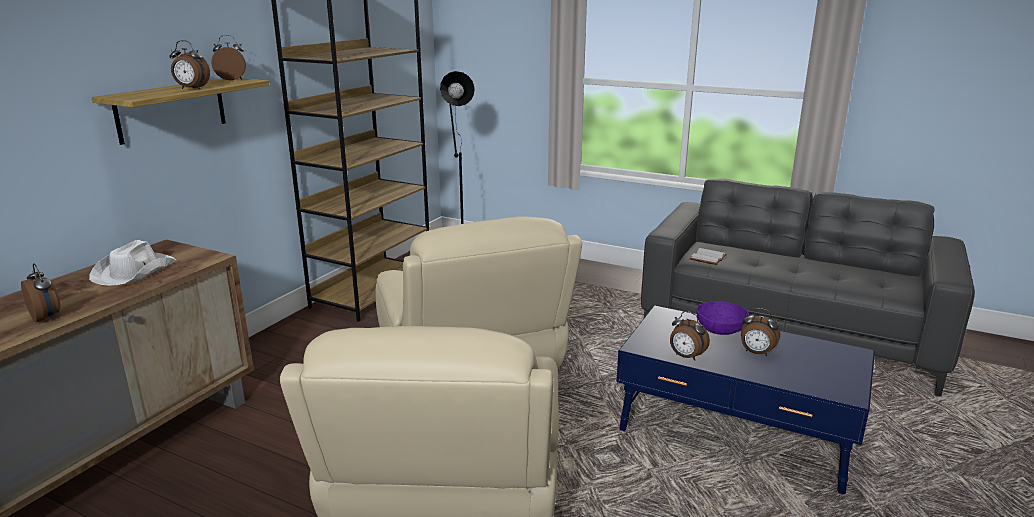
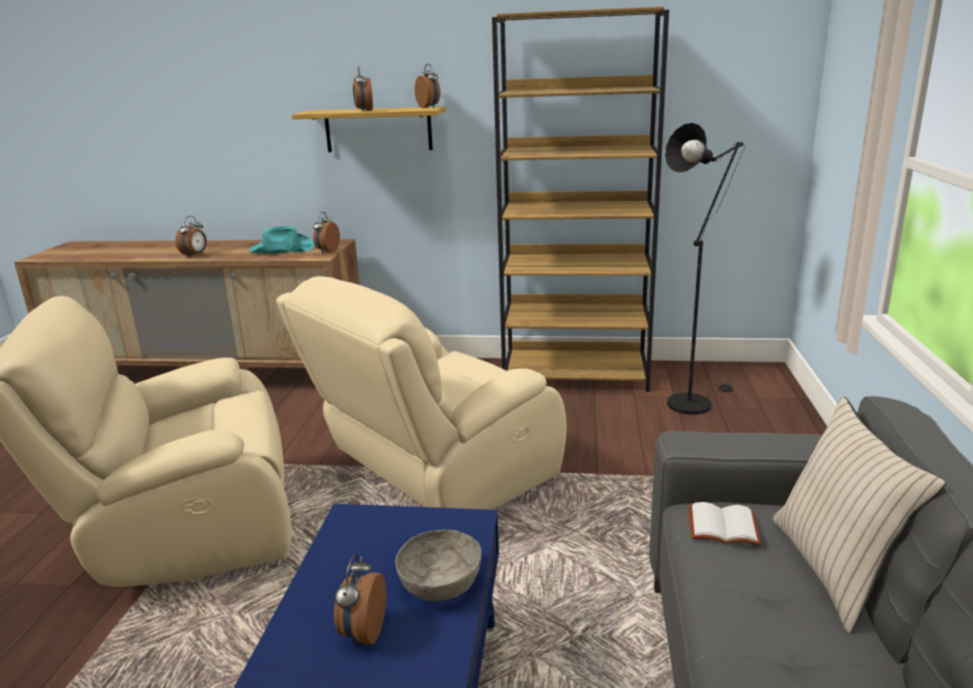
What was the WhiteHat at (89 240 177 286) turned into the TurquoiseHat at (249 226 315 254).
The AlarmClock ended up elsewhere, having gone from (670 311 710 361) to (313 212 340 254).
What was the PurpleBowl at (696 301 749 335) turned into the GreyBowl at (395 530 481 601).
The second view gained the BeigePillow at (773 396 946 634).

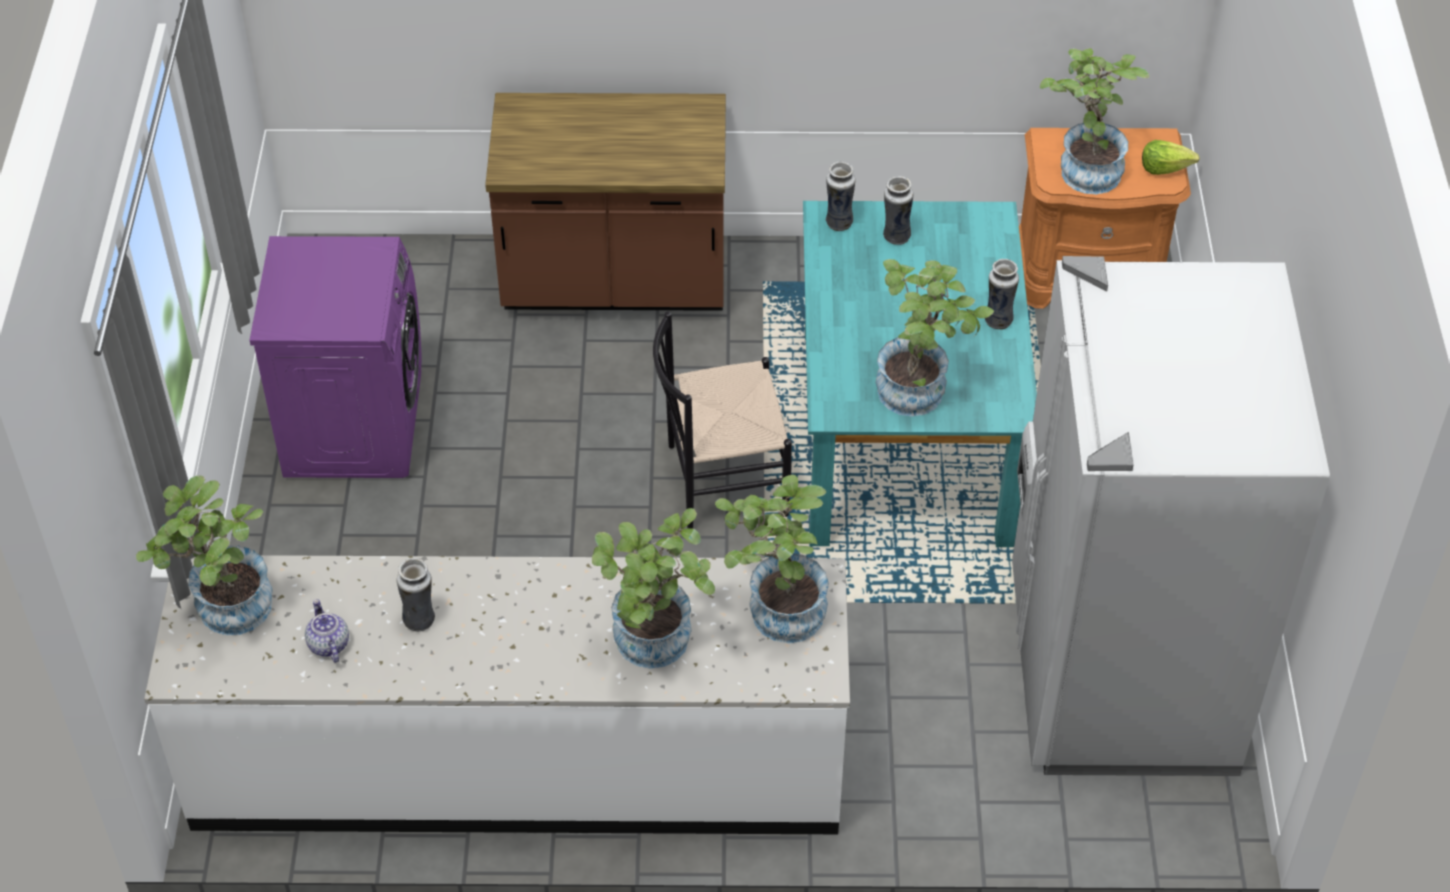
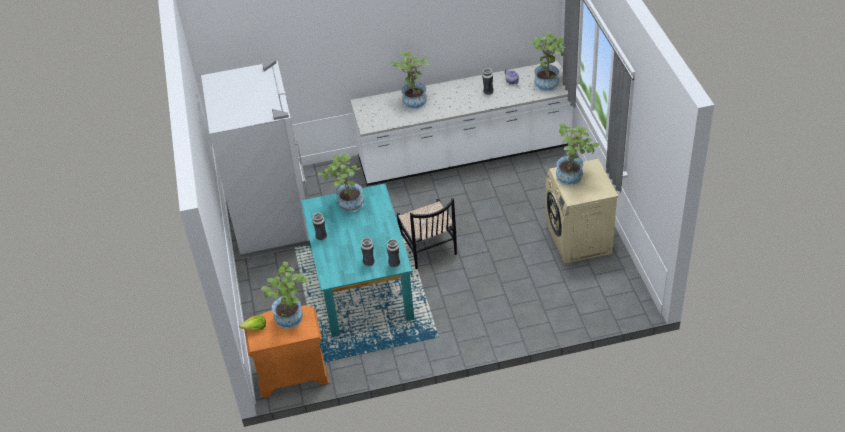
What was the PurpleWashingMachine at (249 236 421 478) turned into the BeigeWashingMachine at (545 159 618 263).
The second view lost the BrownCounter at (485 93 726 311).
The BlackChair at (653 311 792 529) ended up facing another way, 90 degrees clockwise from before.
The PottedPlant ended up elsewhere, having gone from (715 475 829 643) to (556 123 600 186).

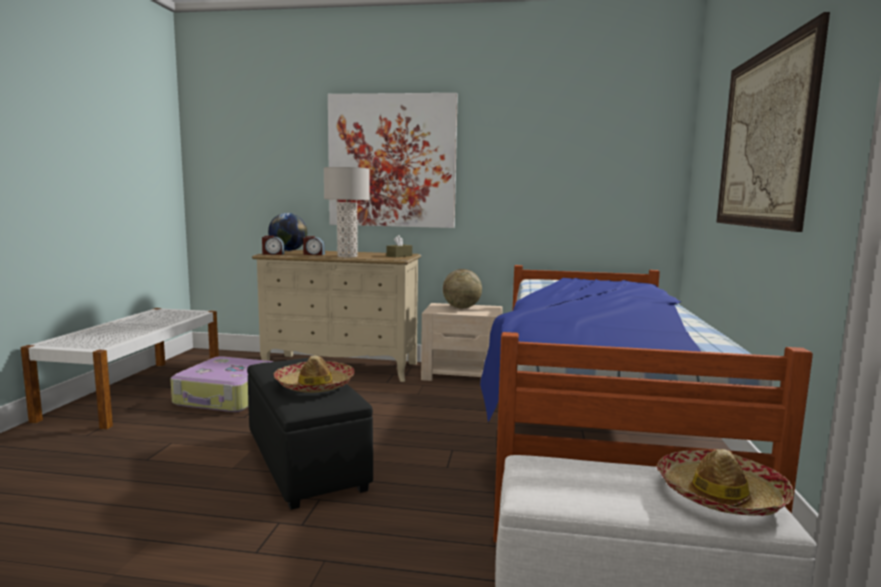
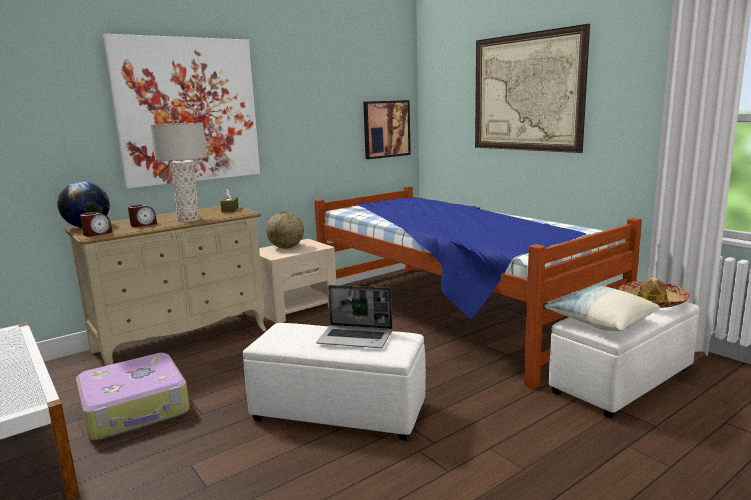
What was the BlackOttoman at (247 358 373 510) turned into the WhiteOttoman at (243 323 426 441).
Where the Hat stood at (274 356 355 393), the Laptop came to stand at (316 285 392 348).
The second view gained the Picture at (363 100 411 159).
The second view gained the Pillow at (544 286 660 331).

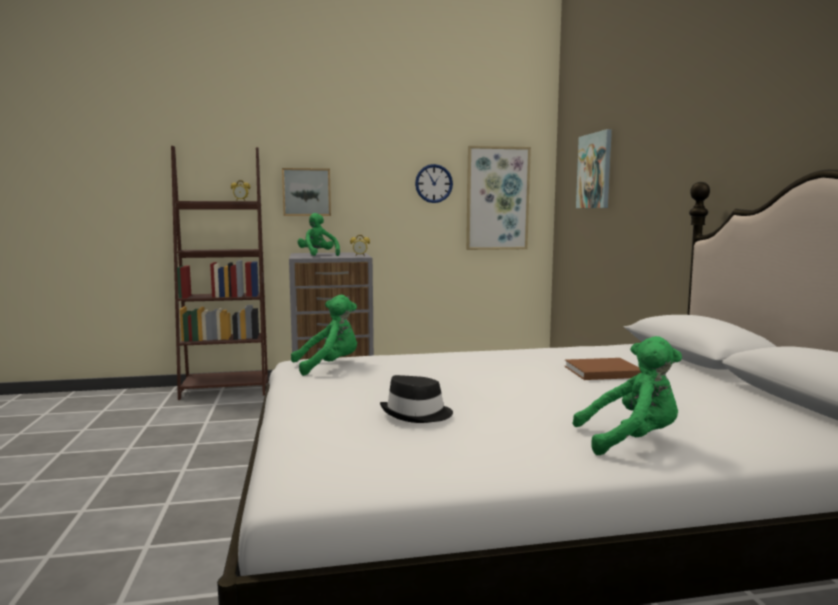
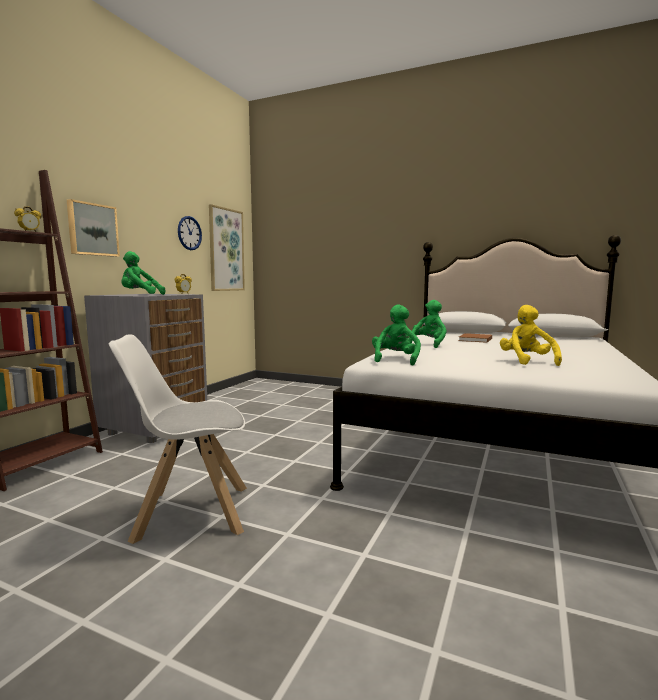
Where the BlackHat stood at (380 375 453 423), the YellowPlushToy came to stand at (500 305 562 366).
The GreenPlushToy ended up elsewhere, having gone from (572 336 682 455) to (409 300 447 348).
The second view lost the Picture at (576 129 612 208).
The second view gained the Chair at (109 334 247 544).

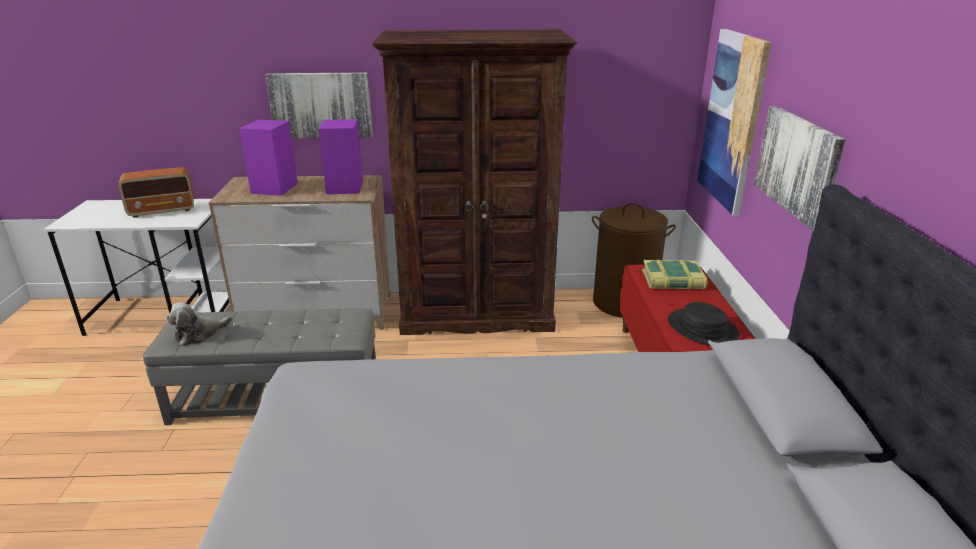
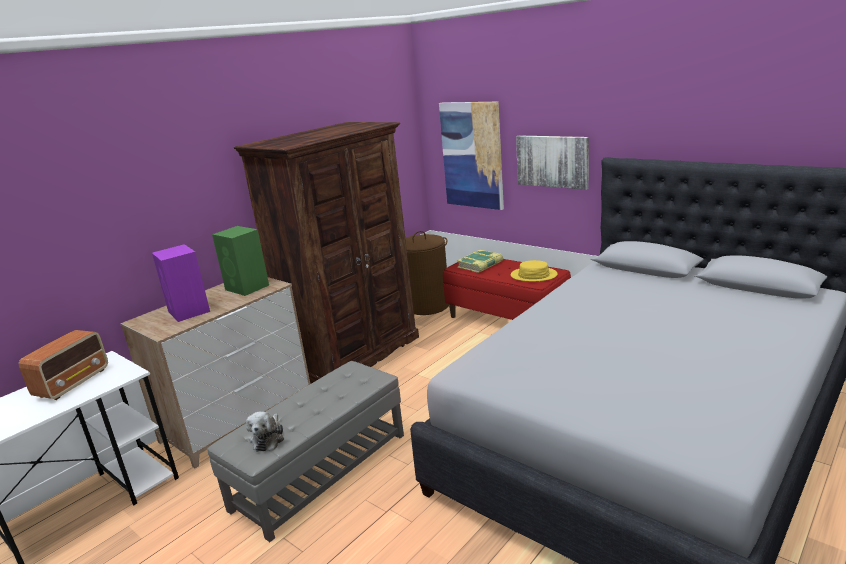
The second view lost the Picture at (265 73 373 138).
What was the PurpleSpeaker at (319 119 363 194) turned into the GreenSpeaker at (212 226 269 296).
What was the BlackHat at (668 302 740 345) turned into the YellowHat at (511 260 558 282).

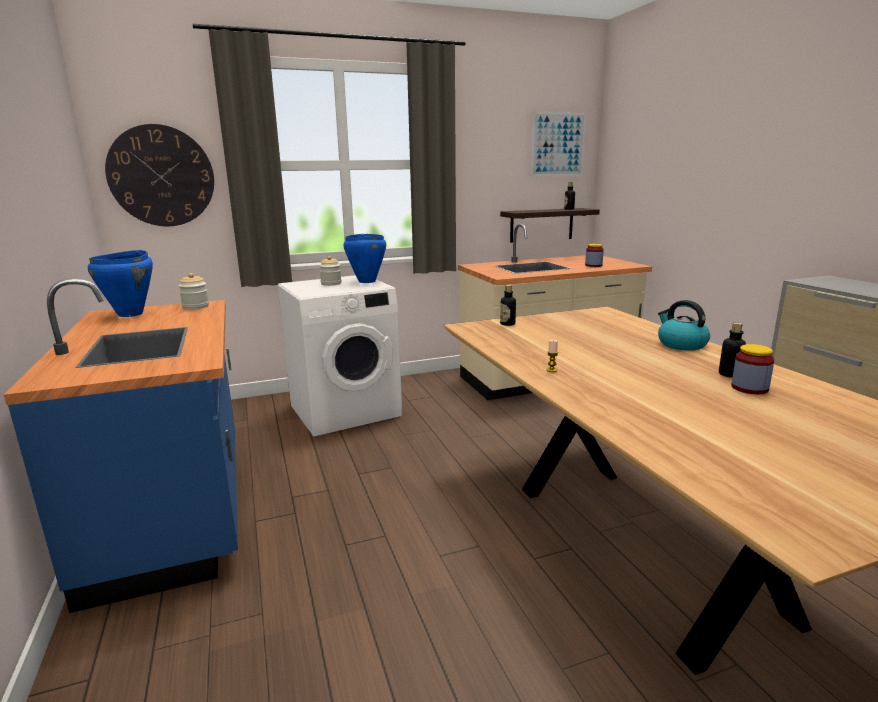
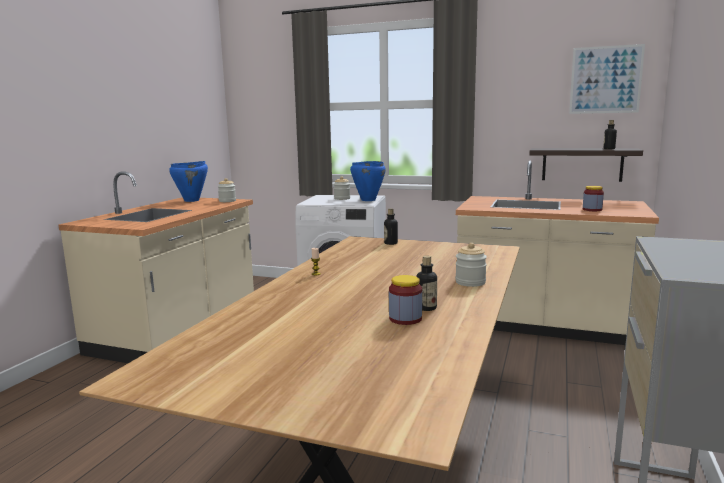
What was the BlueCounter at (4 279 238 613) turned into the BeigeCounter at (58 171 254 363).
The second view lost the WallClock at (105 124 214 226).
Where the Kettle stood at (658 300 710 351), the Jar came to stand at (455 243 487 287).

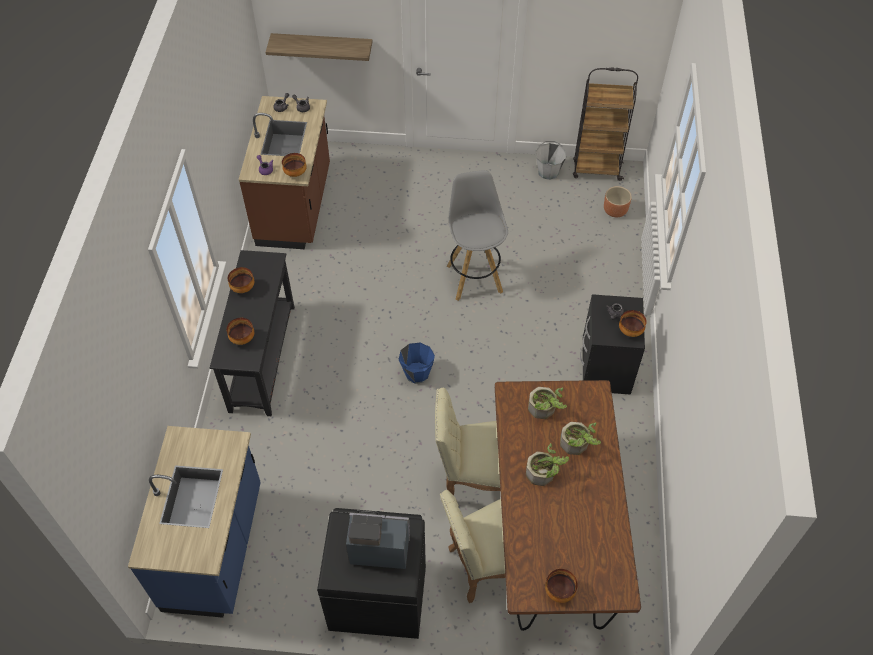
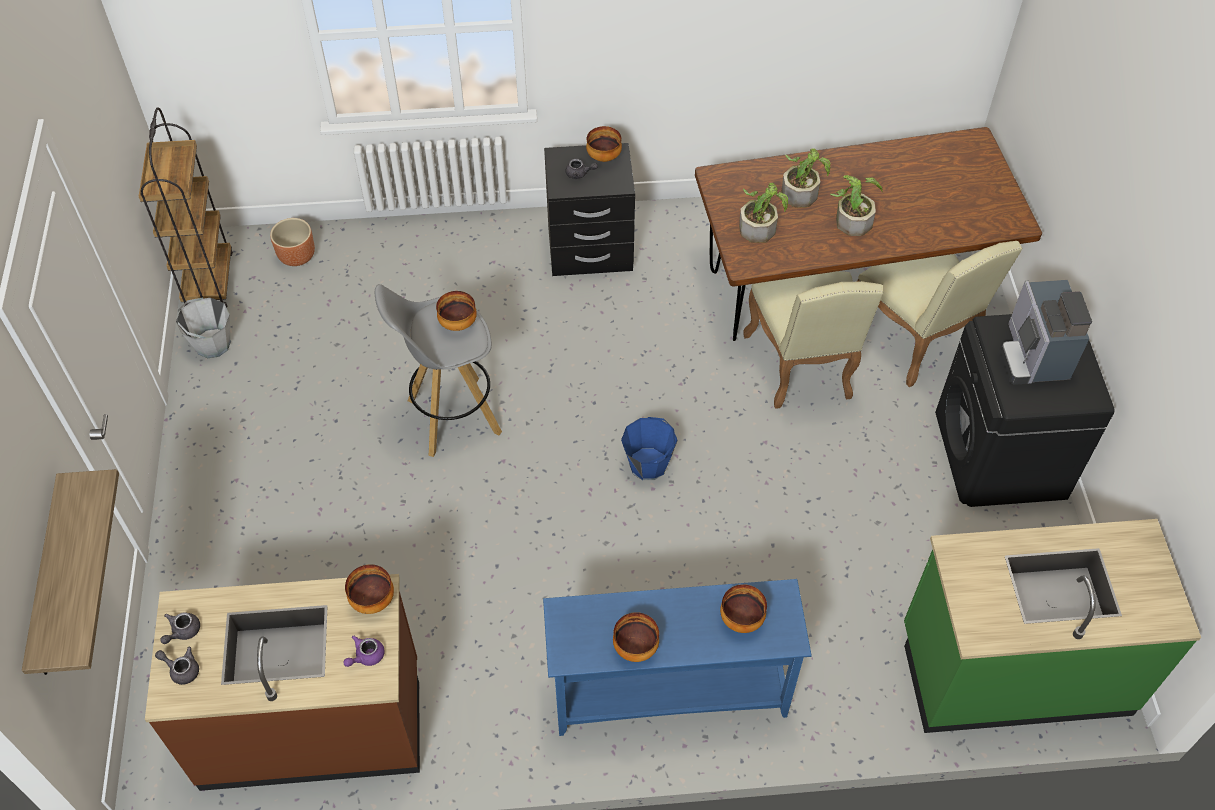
What was the BlueCounter at (128 426 261 618) turned into the GreenCounter at (904 519 1201 733).
What was the BlackConsoleTable at (210 250 295 416) turned into the BlueConsoleTable at (543 579 812 736).
The Bowl ended up elsewhere, having gone from (545 569 578 603) to (436 291 477 331).

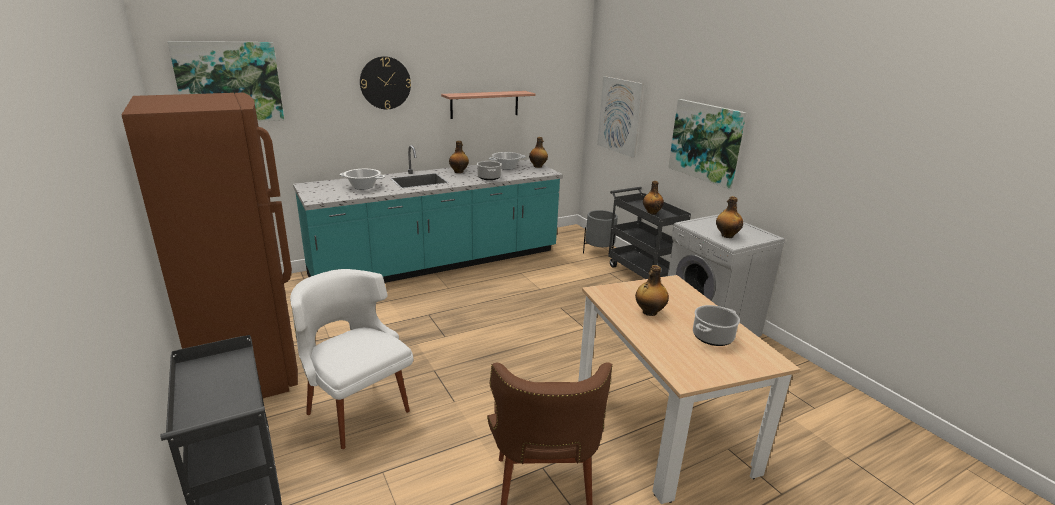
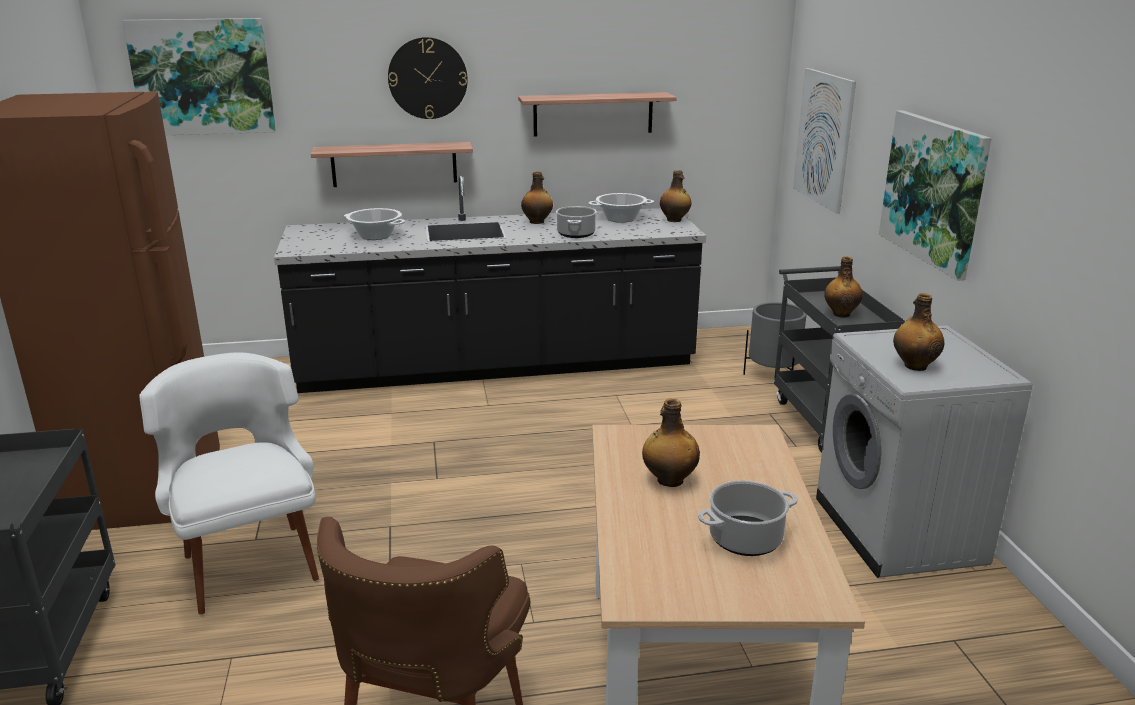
What was the TurquoiseCounter at (293 145 563 283) turned into the BlackCounter at (274 176 706 393).
The second view gained the Shelf at (311 142 473 187).

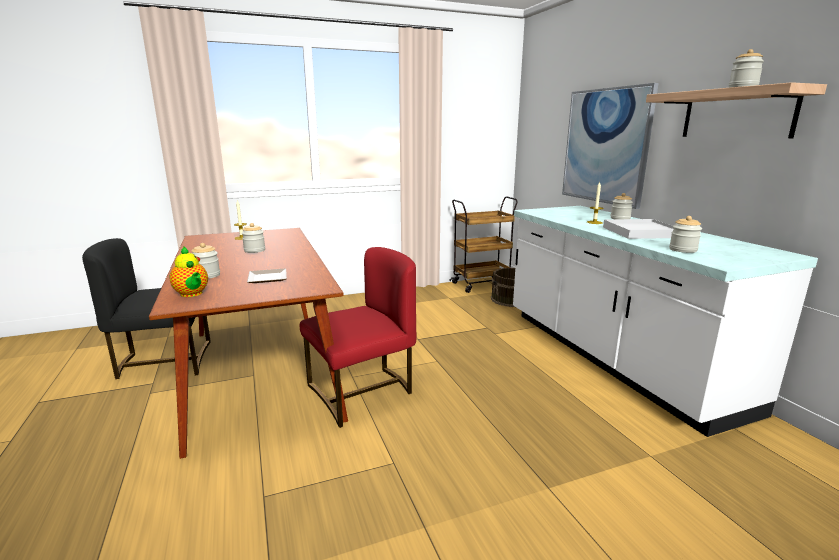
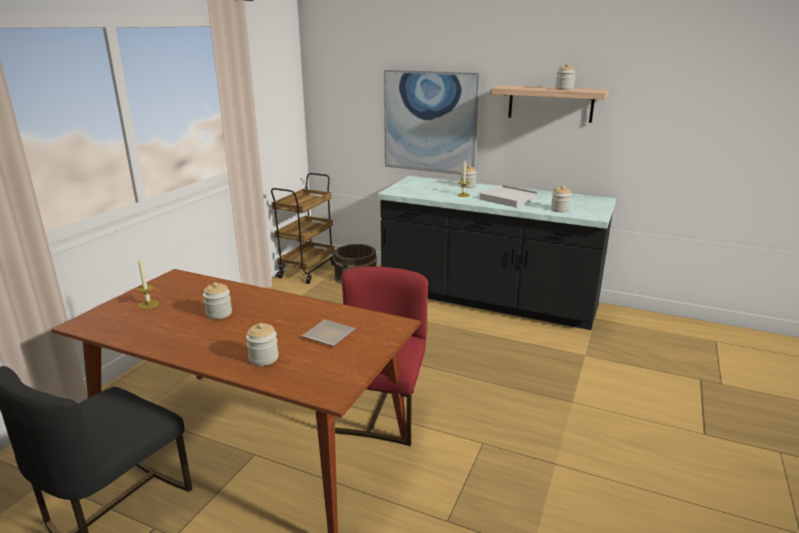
The second view lost the Teapot at (169 247 208 297).
What was the WhiteCounter at (513 206 818 437) turned into the BlackCounter at (377 176 616 330).

